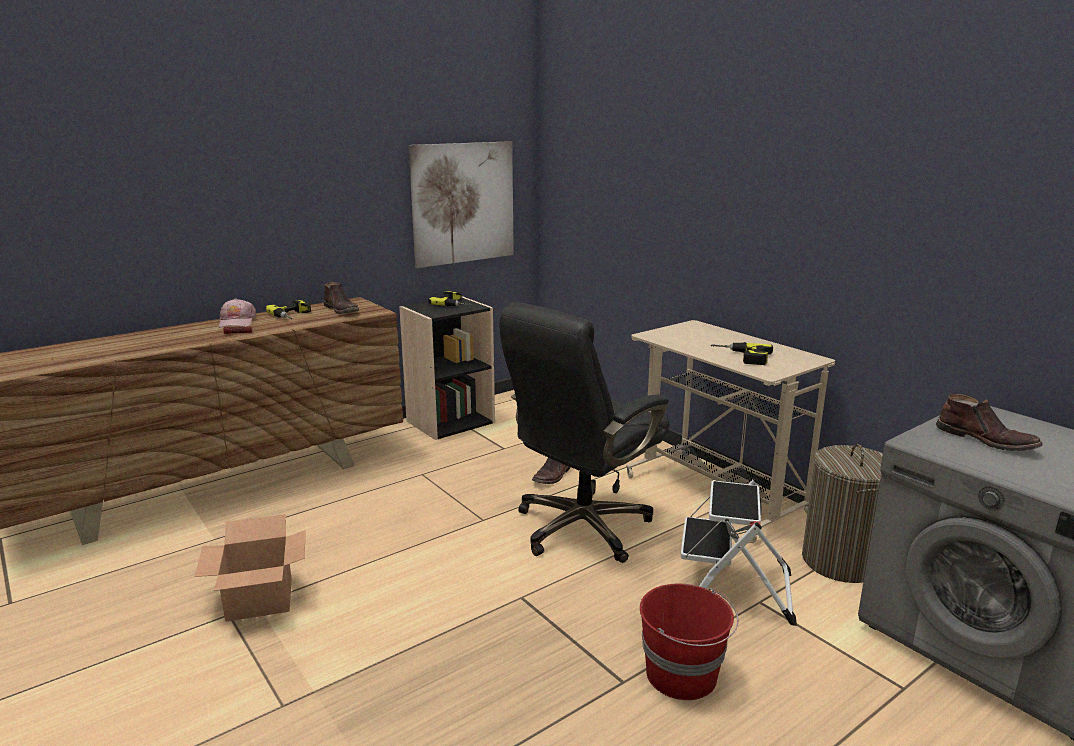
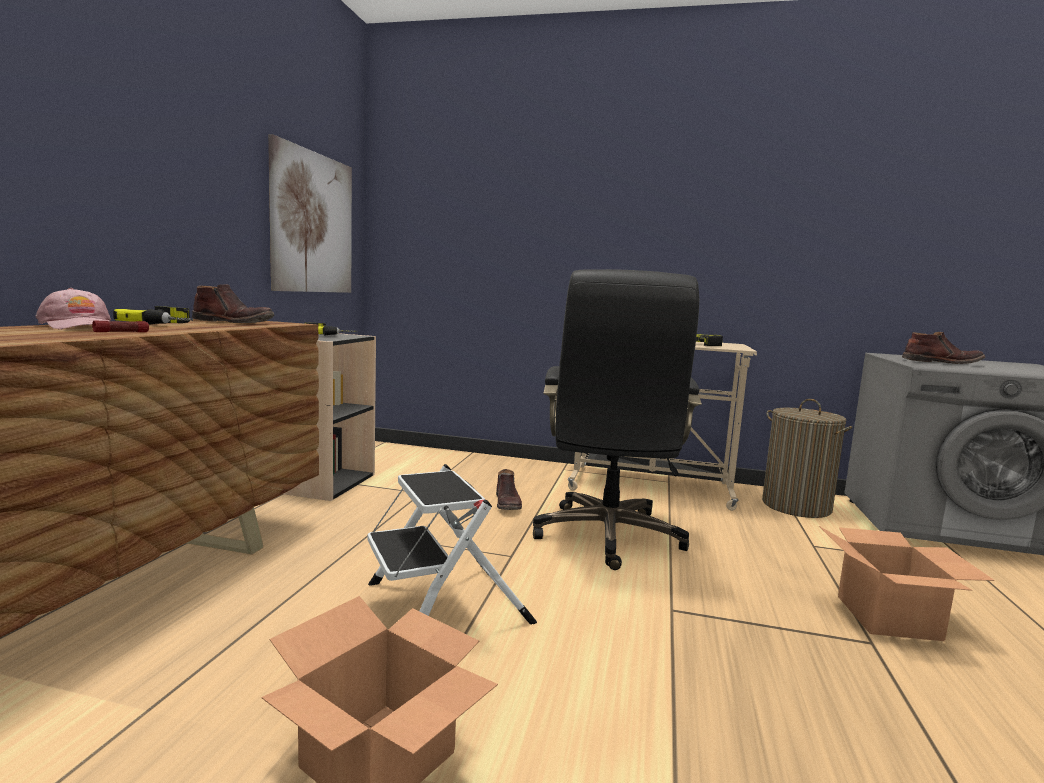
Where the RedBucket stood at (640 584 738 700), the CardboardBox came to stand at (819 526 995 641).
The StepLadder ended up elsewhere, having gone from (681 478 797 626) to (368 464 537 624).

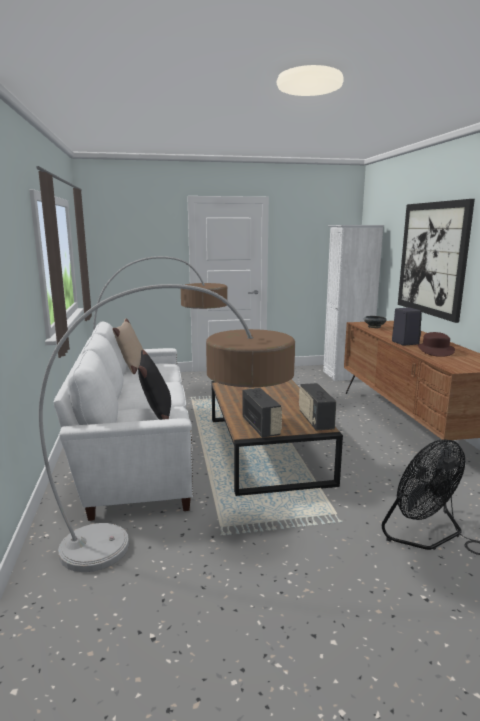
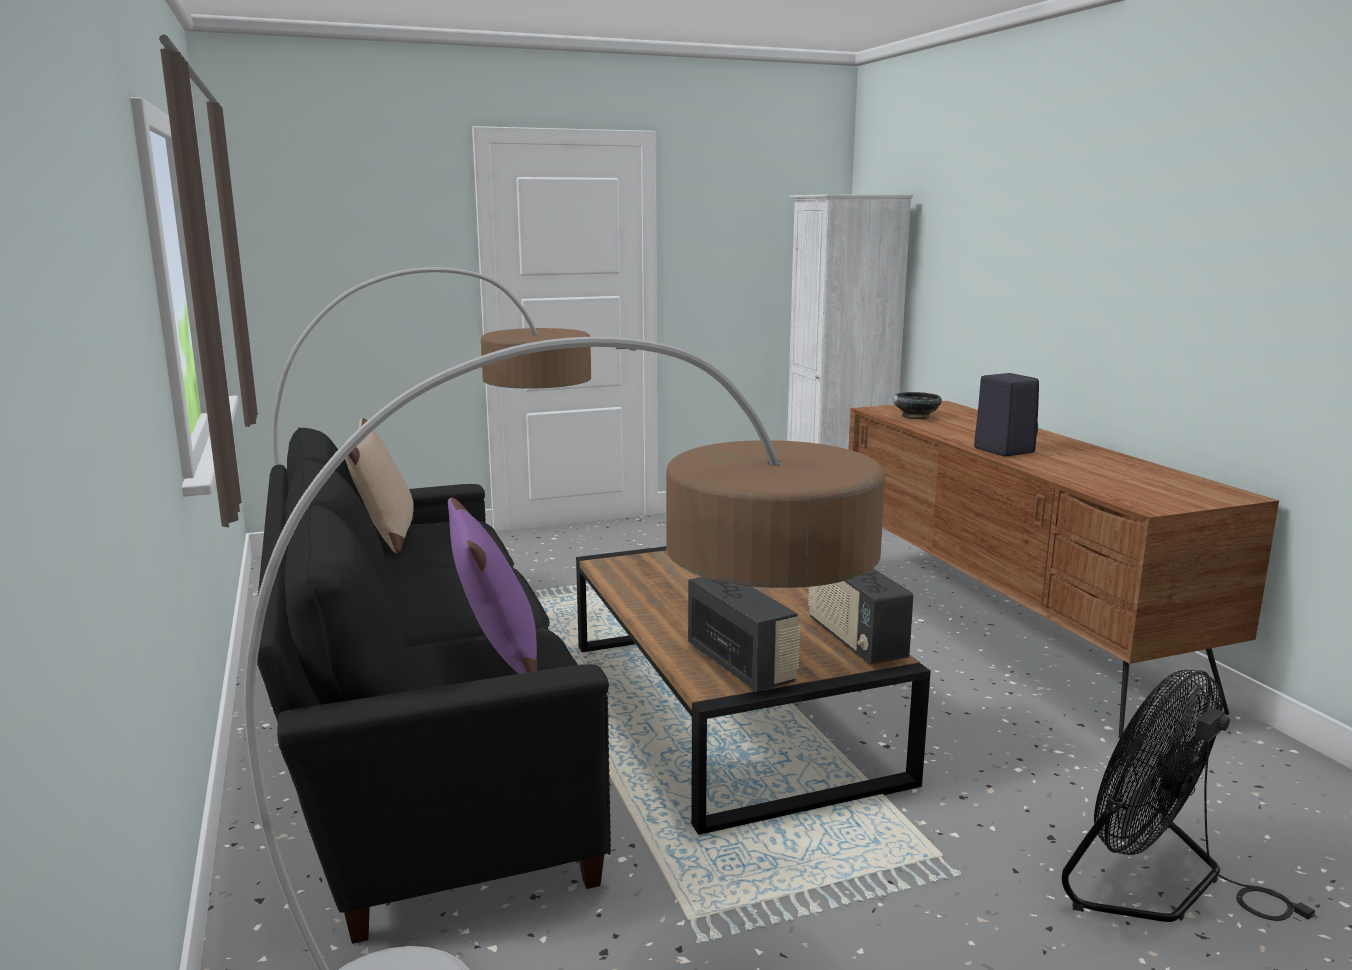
What was the WhiteSofa at (54 321 193 521) turned into the BlackSofa at (257 427 611 944).
What was the BlackPillow at (138 350 171 420) turned into the PurplePillow at (448 497 537 674).
The second view lost the Picture at (398 199 475 323).
The second view lost the BrownHat at (418 332 455 357).

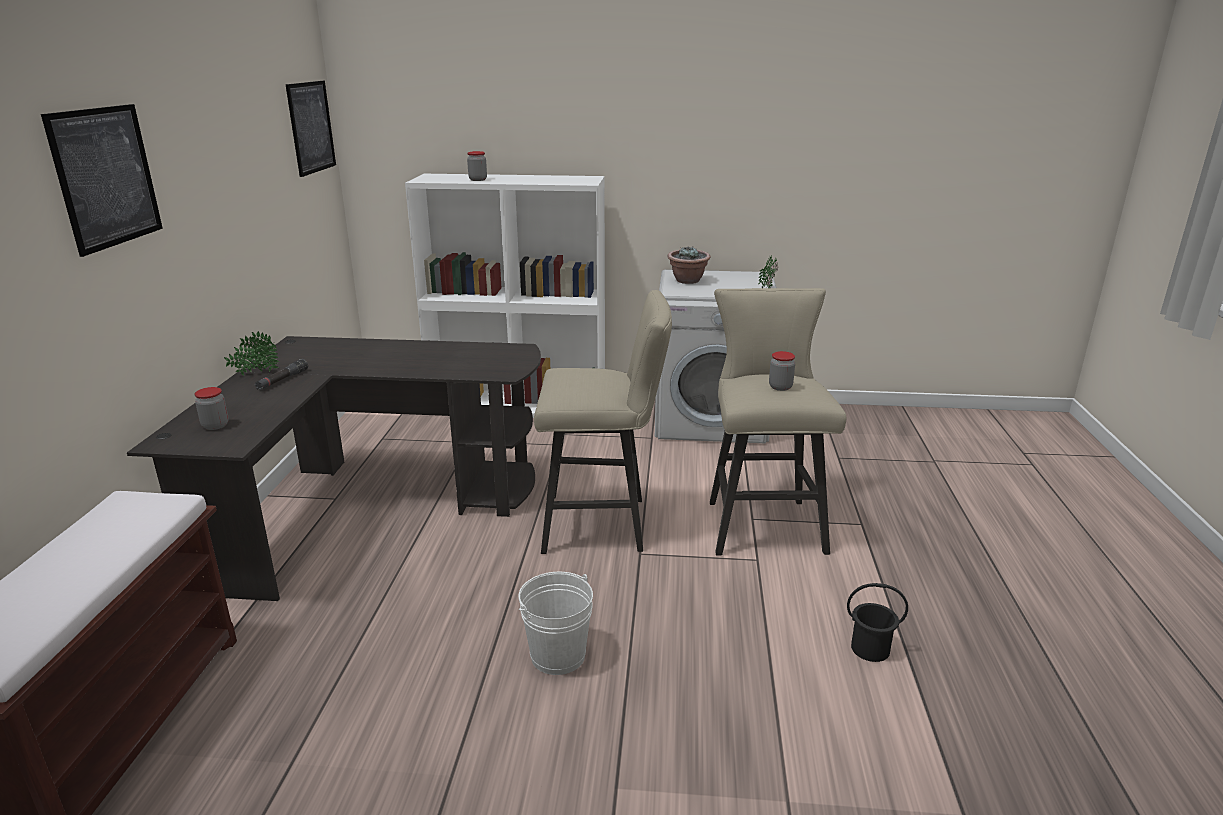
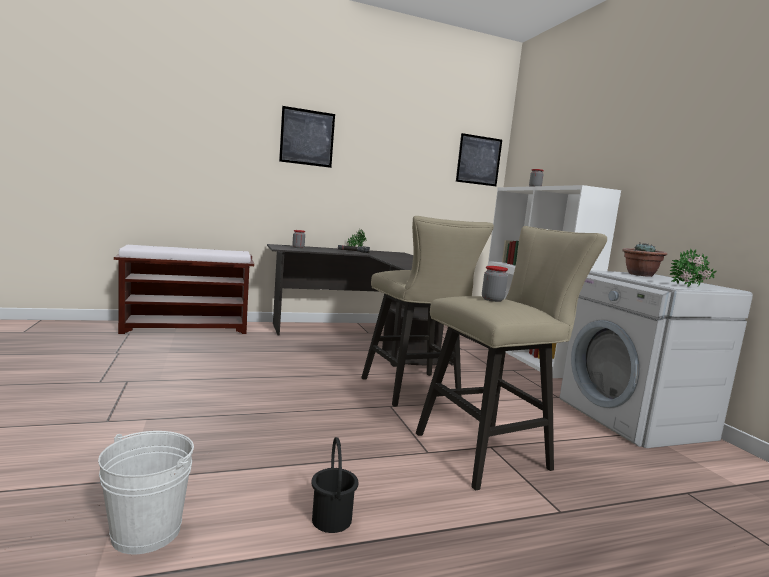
The WhiteBucket ended up elsewhere, having gone from (518 572 593 675) to (98 431 194 555).

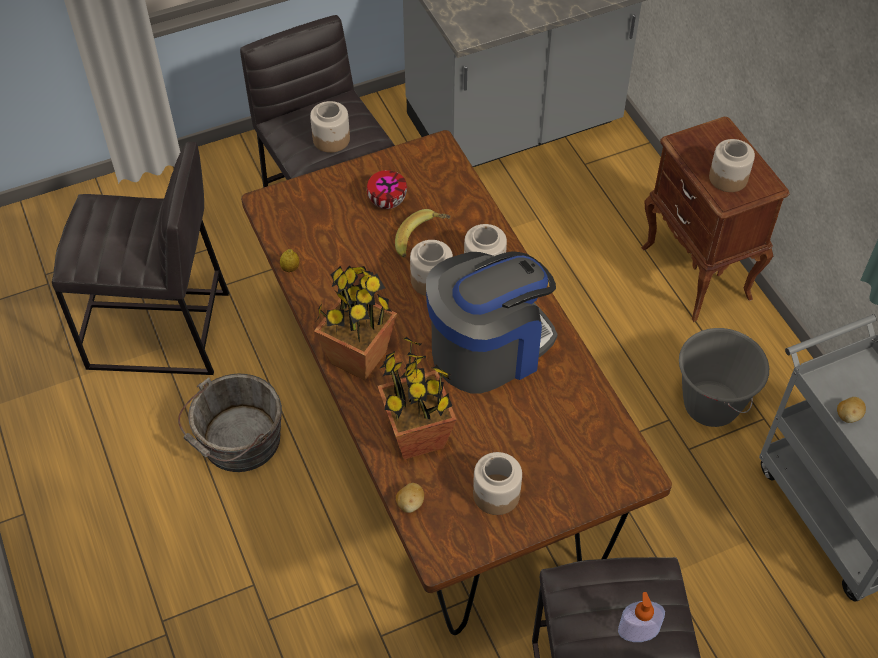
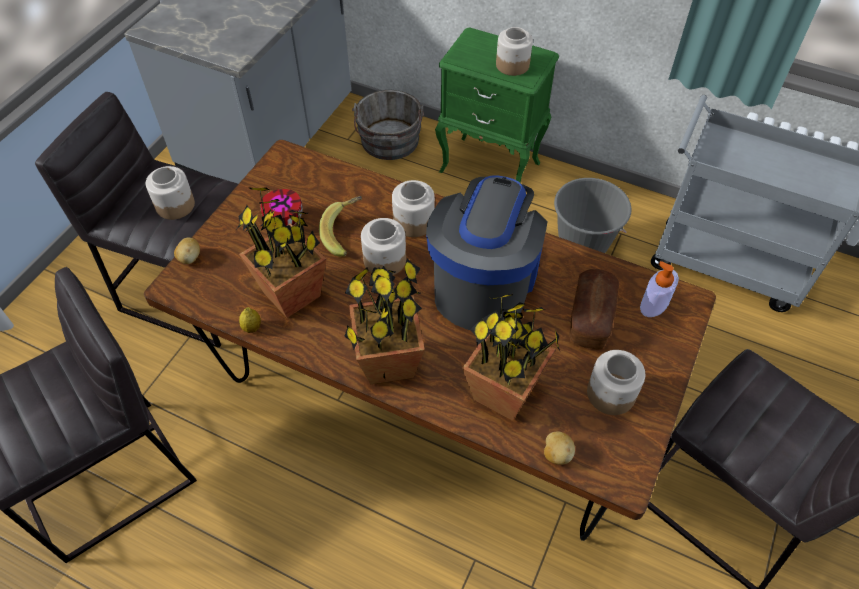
The GreyBucket ended up elsewhere, having gone from (178 374 282 472) to (352 90 424 160).
The SoapDispenser ended up elsewhere, having gone from (618 592 665 642) to (640 261 679 317).
What was the BrownNightstand at (641 117 790 322) turned into the GreenNightstand at (435 28 559 183).
The Potato ended up elsewhere, having gone from (837 397 866 423) to (174 238 200 264).
The second view gained the PottedPlant at (237 187 327 318).
The second view gained the Bread at (570 269 619 350).

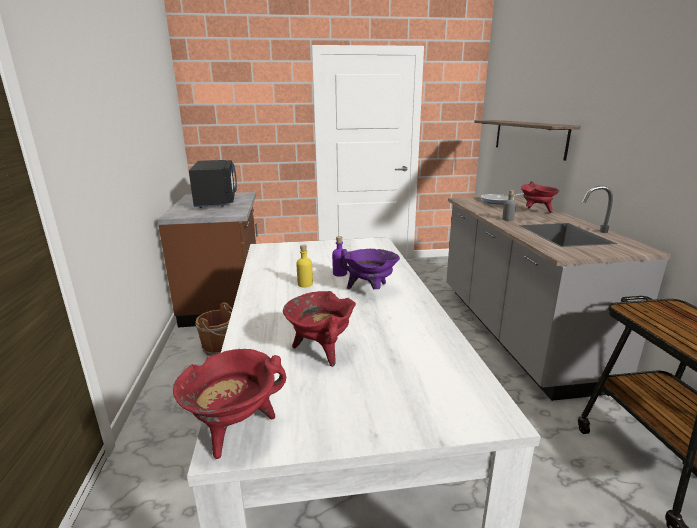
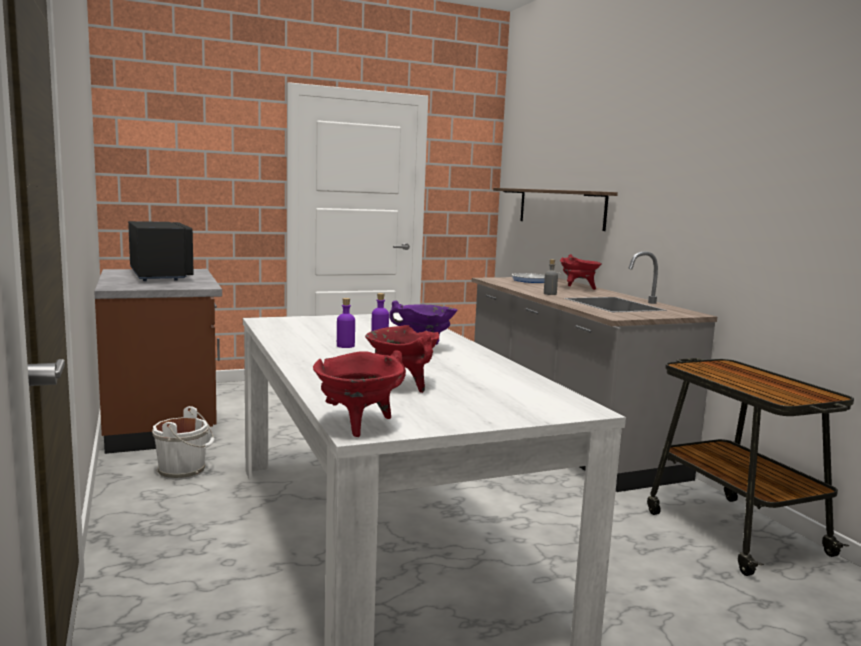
What was the BrownBucket at (195 302 233 356) turned into the WhiteBucket at (152 406 215 480).
What was the YellowBottle at (296 245 313 287) turned into the PurpleBottle at (337 298 355 348).

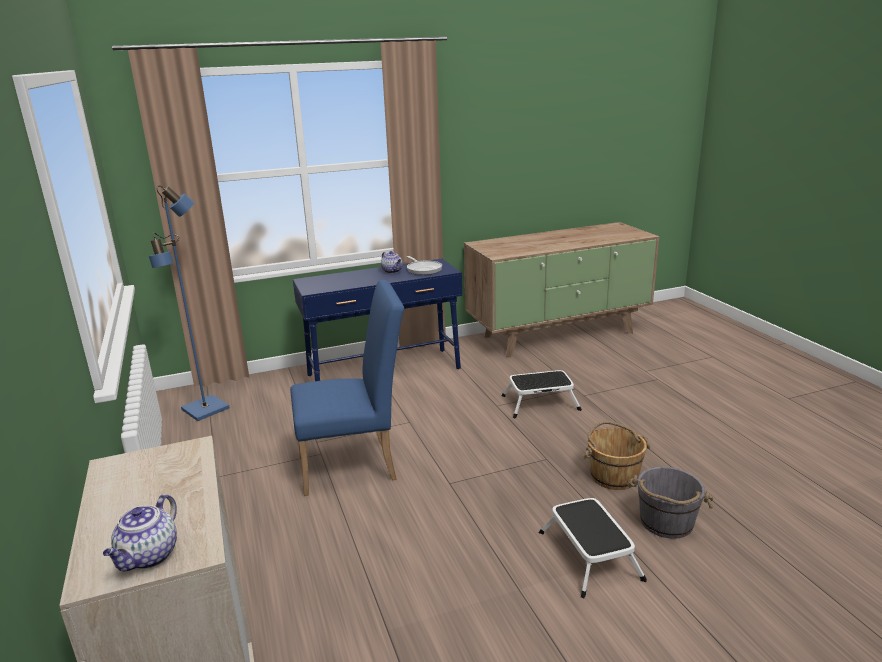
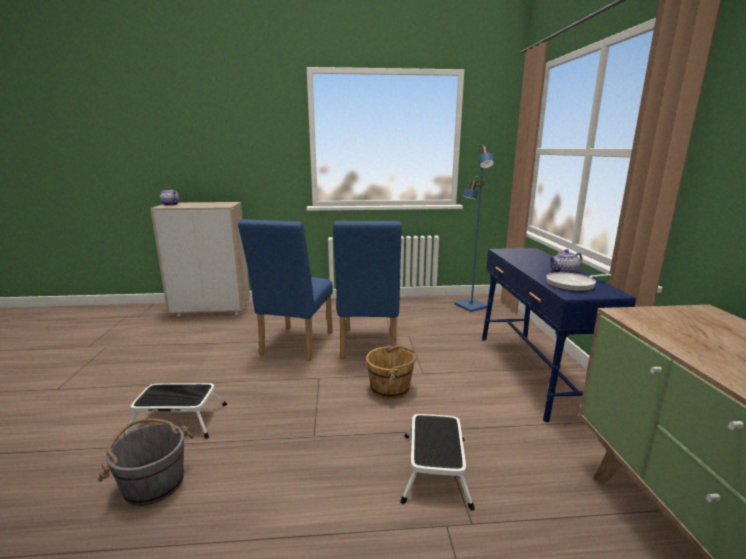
The BrownBucket ended up elsewhere, having gone from (582 421 650 490) to (366 345 418 399).
The second view gained the BlueChair at (238 219 333 361).

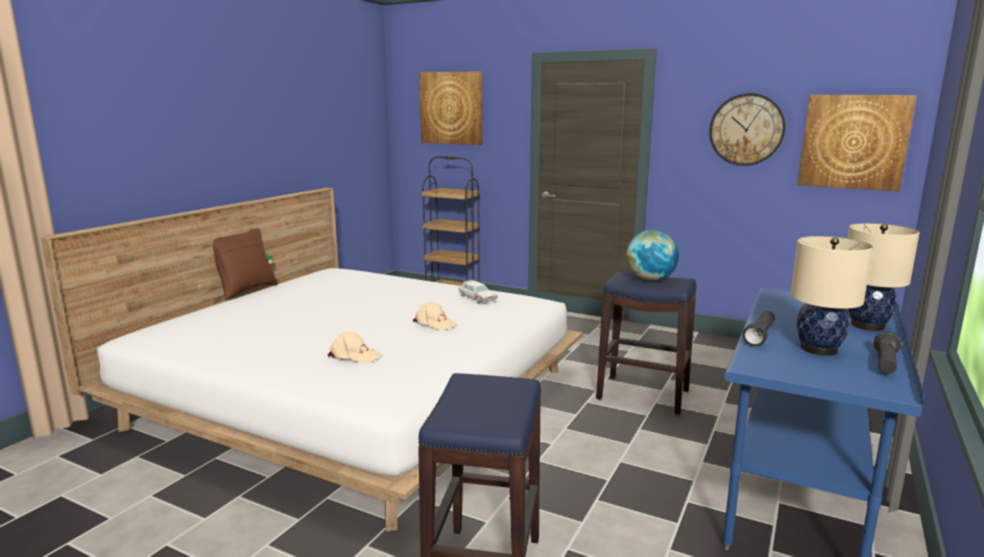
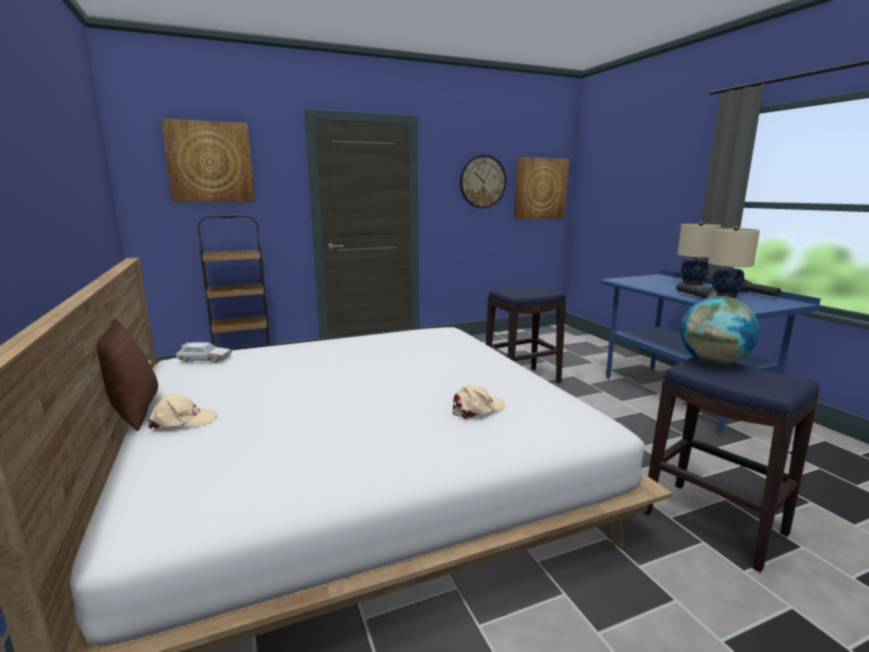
The BeigeCap ended up elsewhere, having gone from (412 302 456 330) to (148 395 217 430).
The ToyCar ended up elsewhere, having gone from (459 280 497 303) to (176 342 232 363).
The Globe ended up elsewhere, having gone from (626 230 679 281) to (680 296 759 365).

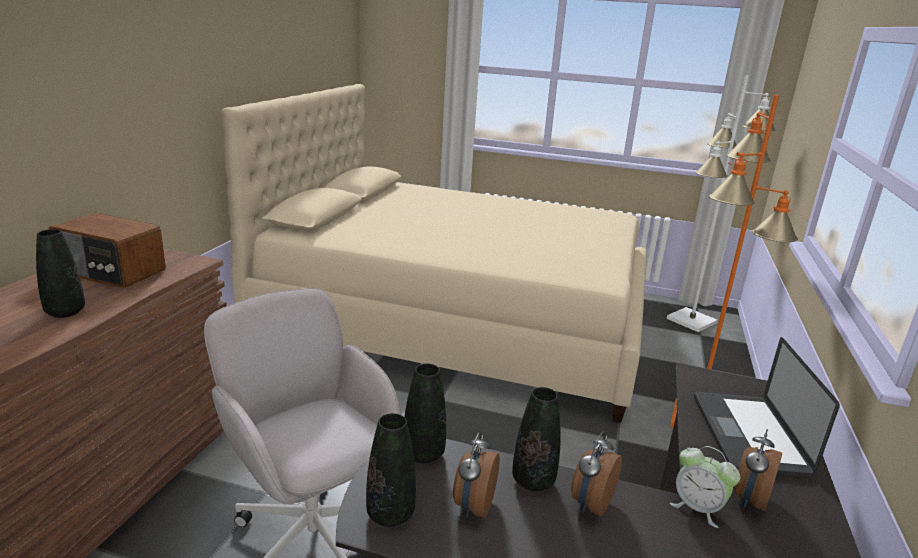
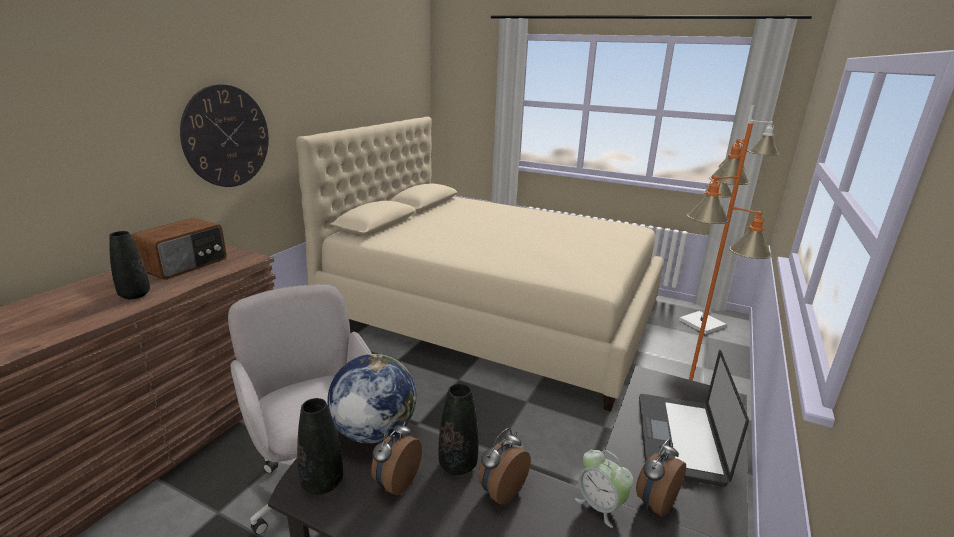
The Radio at (49 213 166 288) ended up facing another way, 90 degrees counterclockwise from before.
Where the BlackVase stood at (405 363 446 464), the Globe came to stand at (327 354 416 444).
The second view gained the WallClock at (180 84 269 187).

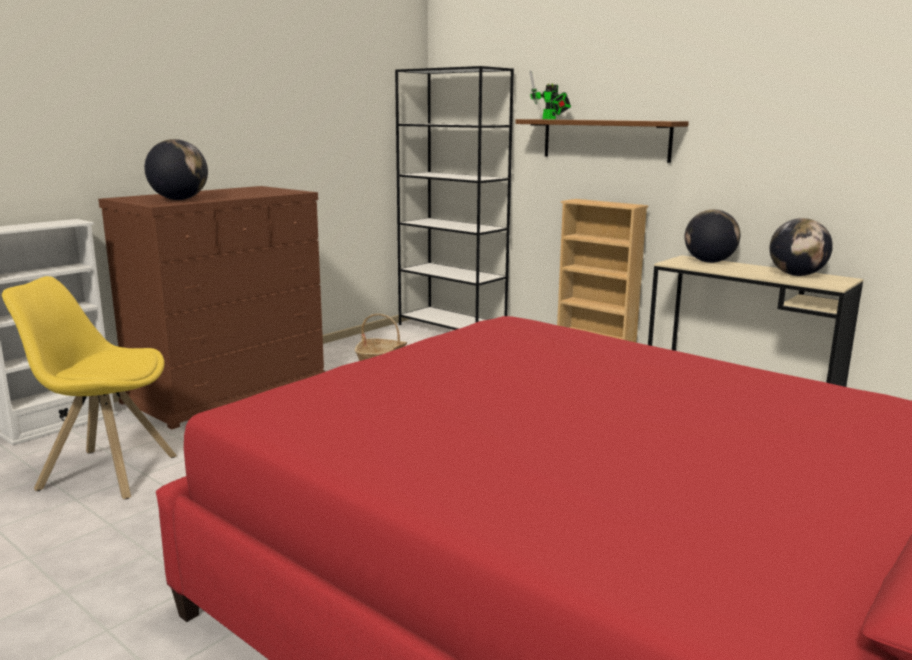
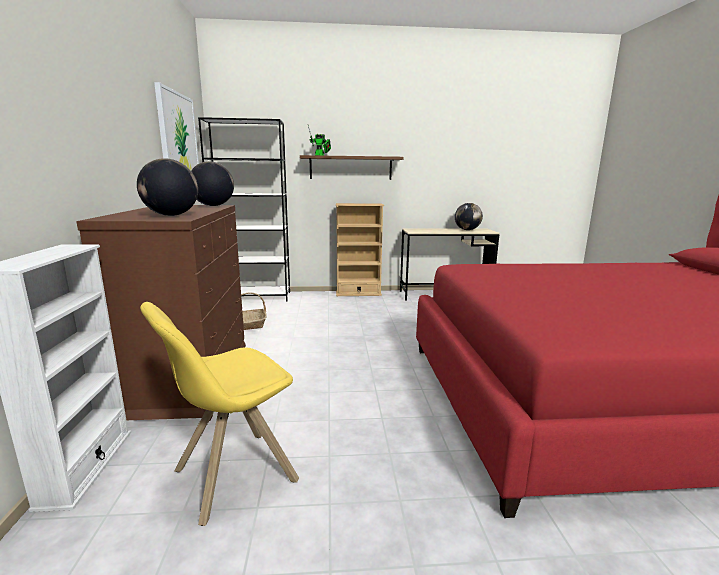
The Globe ended up elsewhere, having gone from (685 209 740 263) to (191 161 234 206).
The second view gained the Picture at (154 82 199 170).

